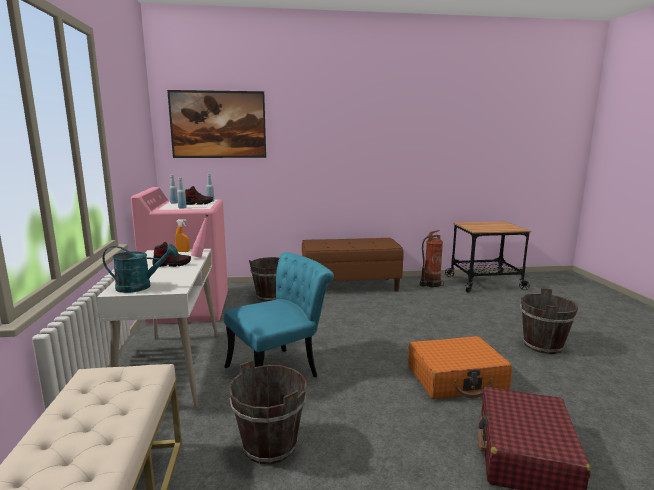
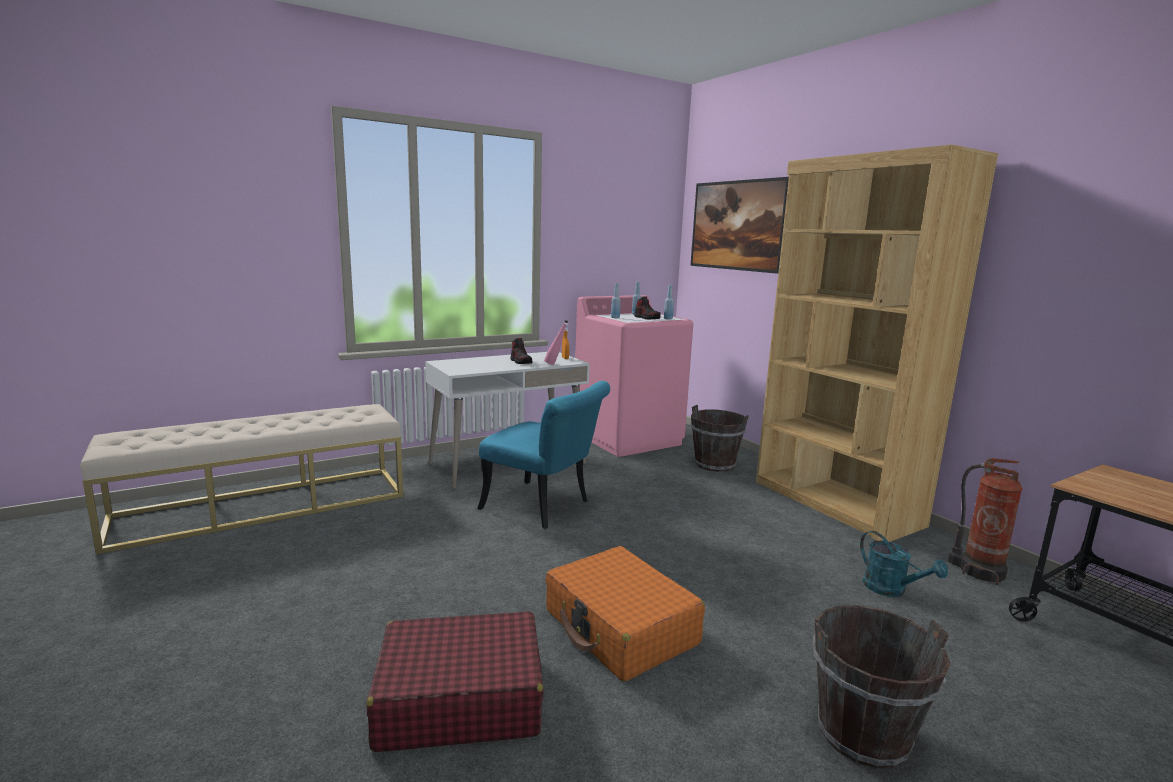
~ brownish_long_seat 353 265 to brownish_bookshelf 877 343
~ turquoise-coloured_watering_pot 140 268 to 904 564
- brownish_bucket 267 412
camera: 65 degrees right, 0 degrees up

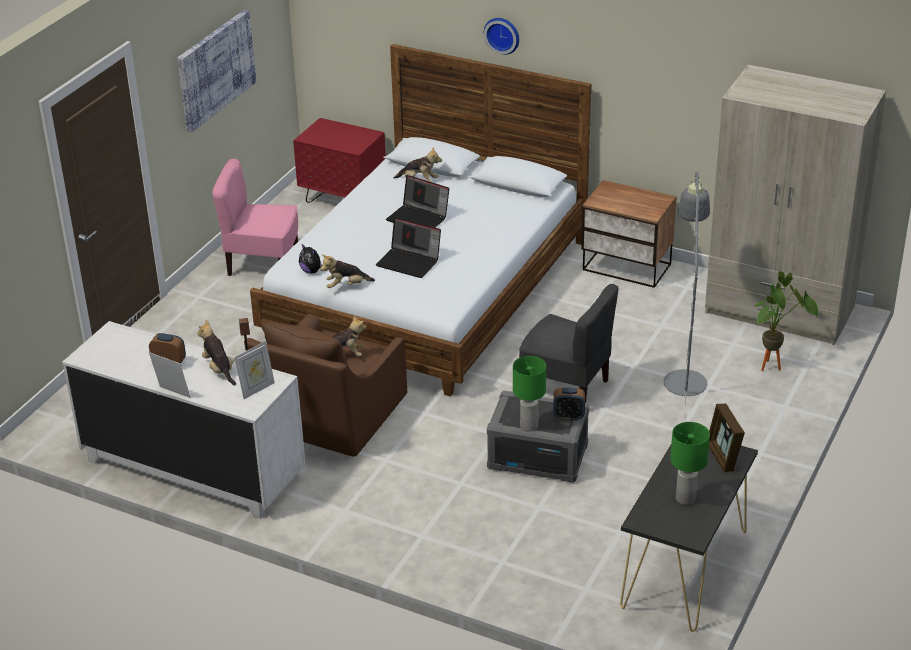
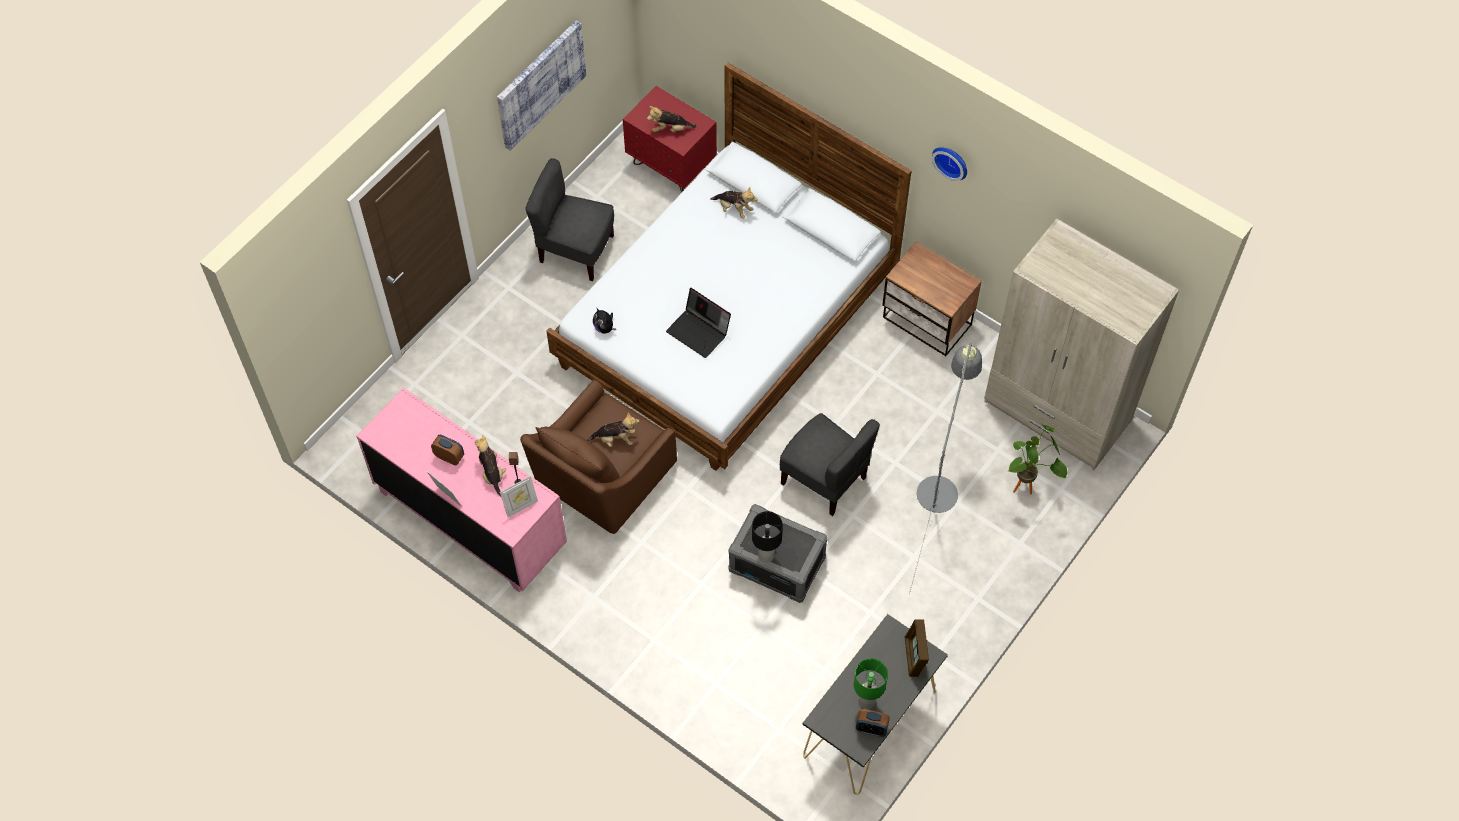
~ wall_clock 501 36 to 949 164
~ pink-coloured_upright_chair 255 217 to gray_upright_chair 569 219
- notebook_computer 417 201
~ plush_toy 347 271 to 672 119
~ white_chest_of_drawers 184 420 to pink-coloured_chest_of_drawers 461 490
~ green_lamp_for_a_table 529 393 to black_lamp_for_a_table 767 537
~ table_clock 569 404 to 873 723
camera: 10 degrees right, 25 degrees up

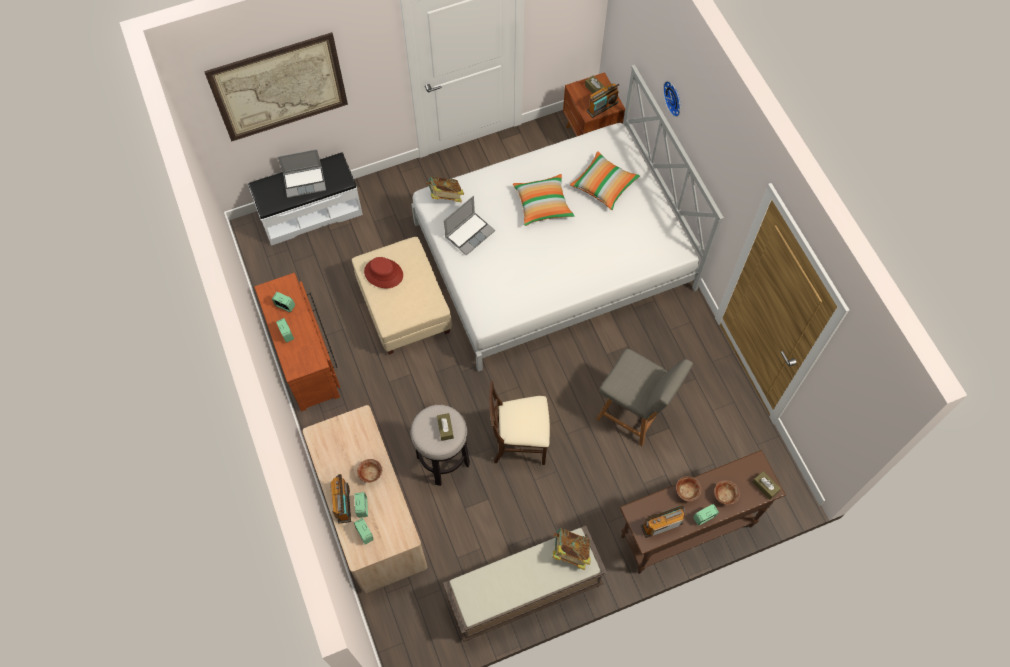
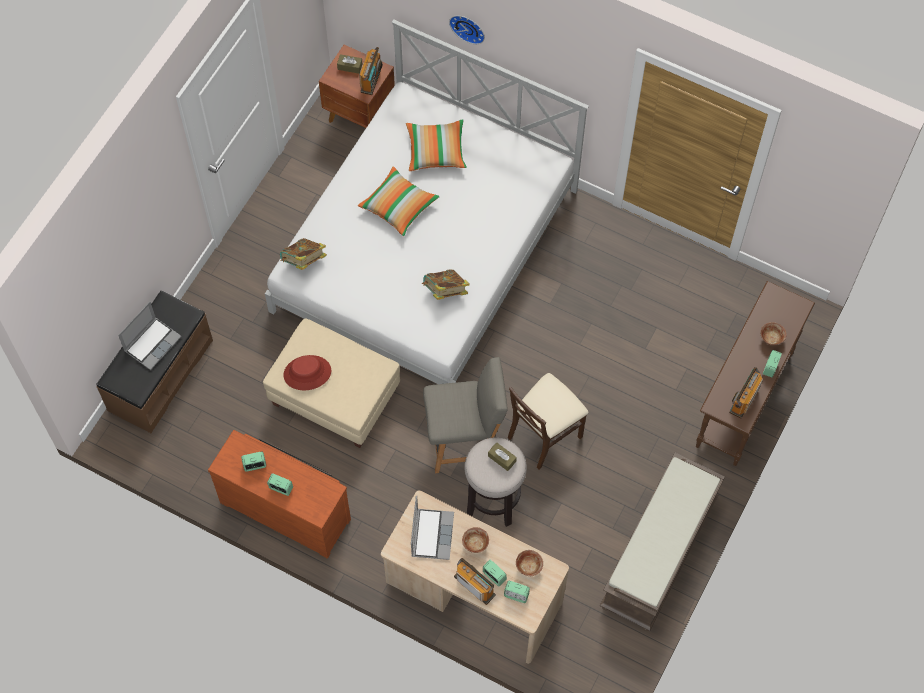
- picture 276 87
~ white_long_seat 305 199 to brownish_long_seat 154 362
~ notebook_computer 469 225 to 432 527
~ gray_upright_chair 644 397 to 465 415
- brownish_tissue_holder 766 485
~ serving_bowl 688 488 to 529 563
~ volume 572 549 to 446 284
camera: 40 degrees left, 0 degrees up

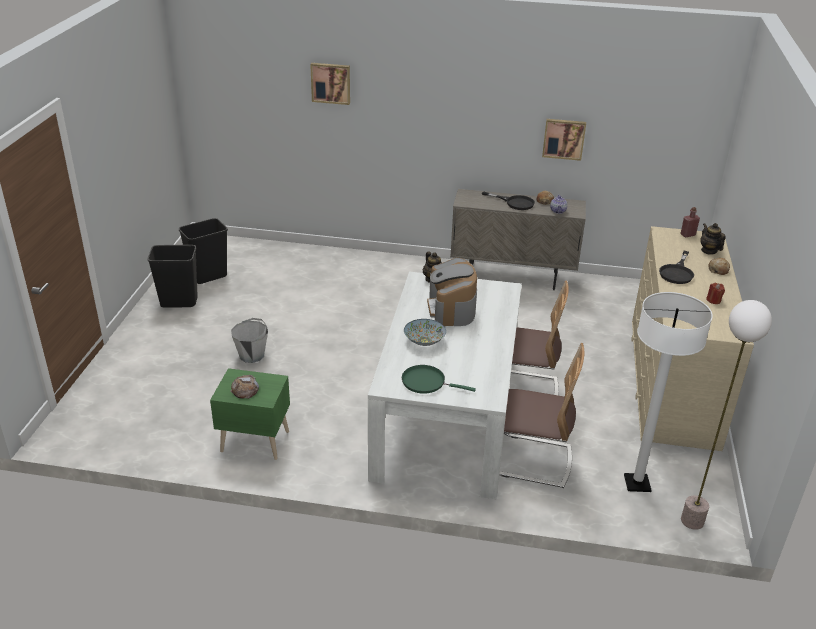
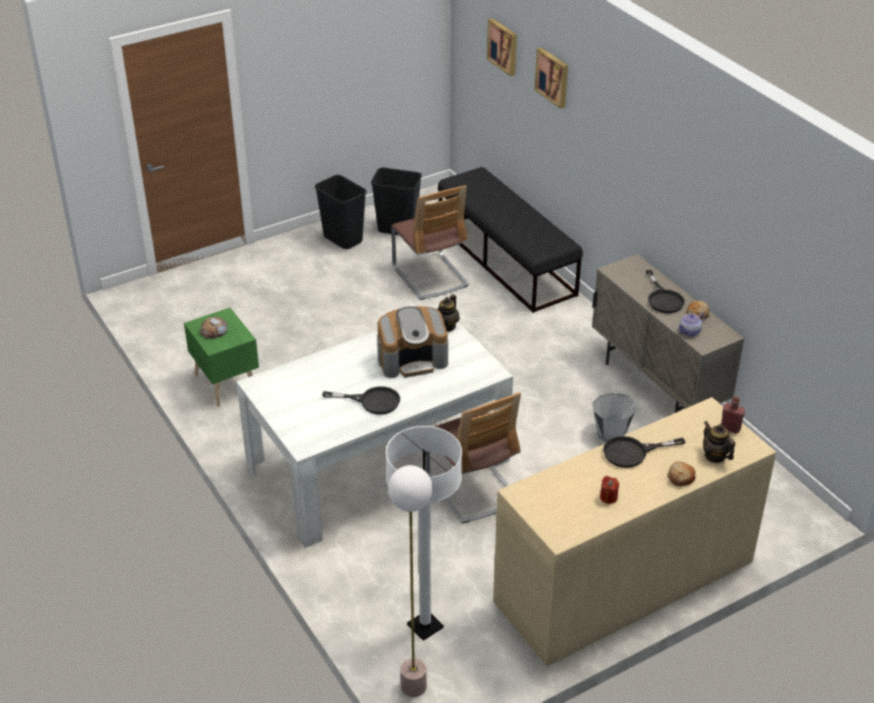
~ picture 564 140 to 502 47
~ teapot 713 239 = 719 442 60 degrees counterclockwise
~ coffee_machine 452 292 = 412 342 150 degrees counterclockwise
~ gray_bucket 249 340 to 614 417
- serving_bowl 425 332
~ upright_chair 541 415 to 430 242
- green_frying_pan 439 379
+ black_long_seat 510 240
+ black_frying_pan 361 400
camera: 50 degrees right, 5 degrees up

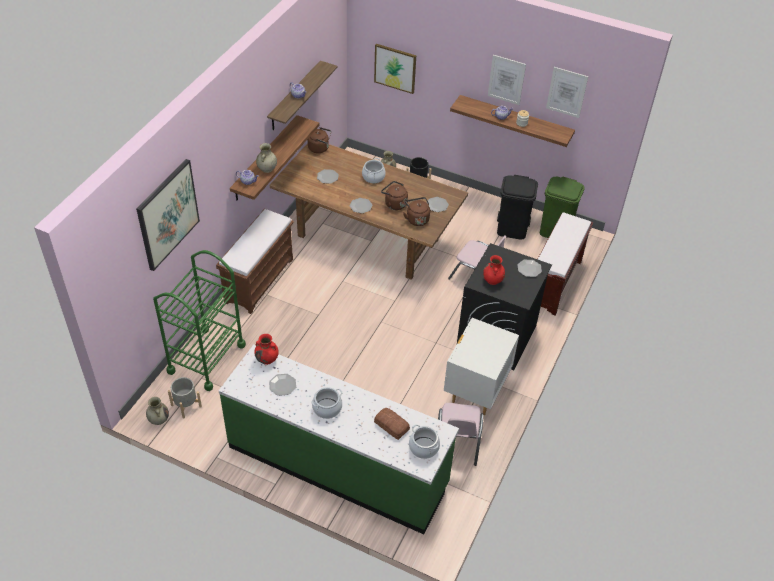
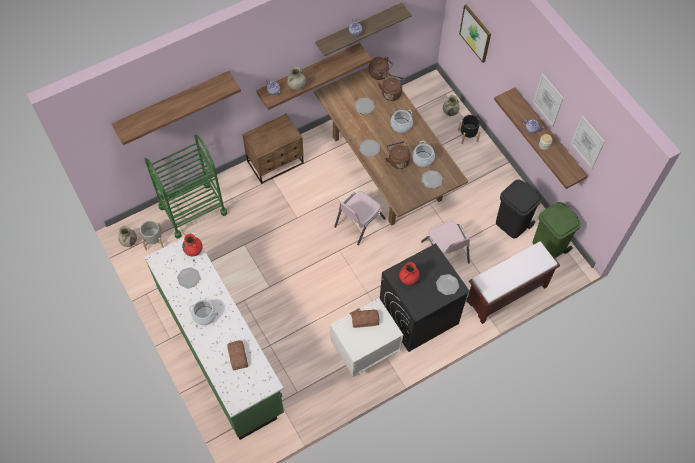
~ picture 168 215 to bracket_shelf 176 108
~ brownish_water_kettle 416 211 to 391 87
~ brownish_long_seat 255 261 to brownish_nightstand 273 149
~ pink-coloured_upright_chair 461 434 to 360 218
~ saucepot 424 441 to 423 154
+ baked_bread 365 319
camera: 35 degrees right, 15 degrees up

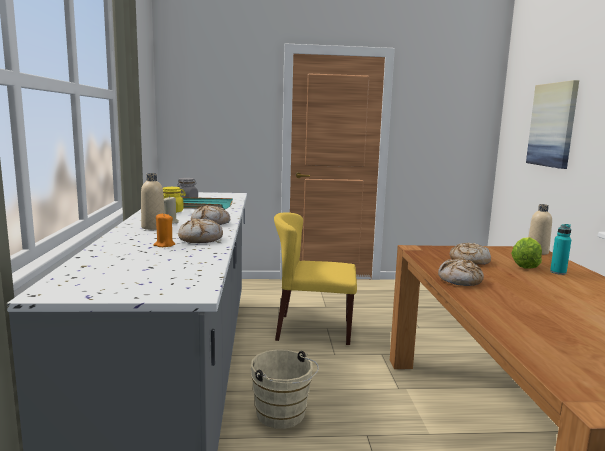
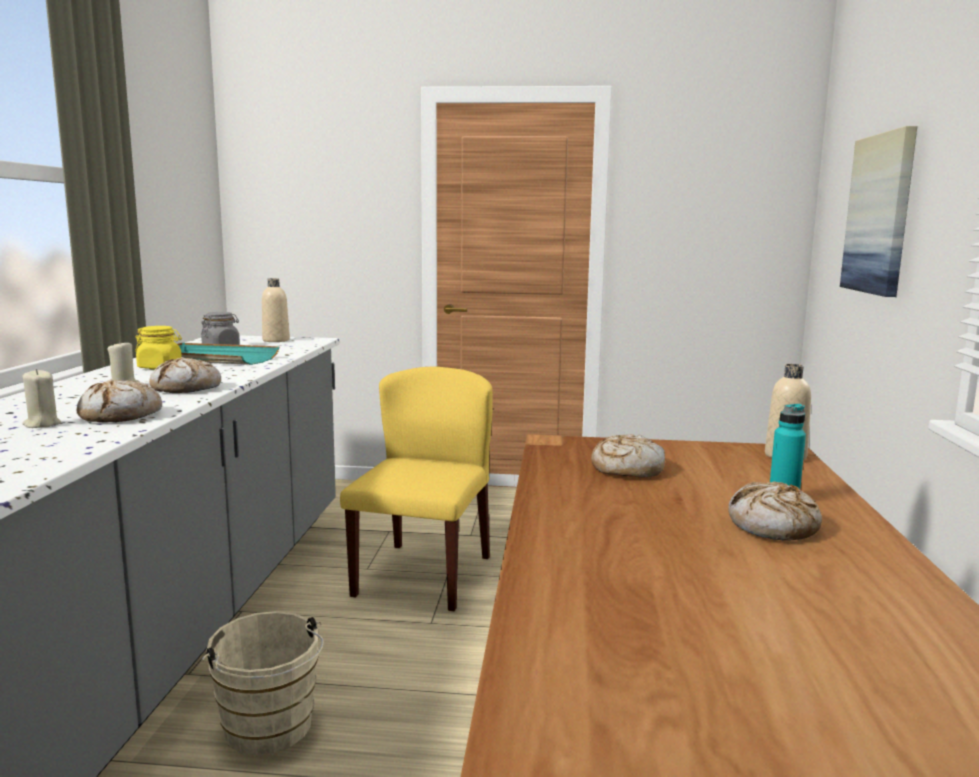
~ sand-coloured_bottle 153 201 to 276 310
~ yellowish_upright_chair 315 278 = 416 489 90 degrees clockwise
~ orange_wax_light 164 230 to sand-coloured_wax_light 41 398
- lettuce 526 253
~ baked_bread 461 272 to 775 511
camera: 10 degrees right, 0 degrees up

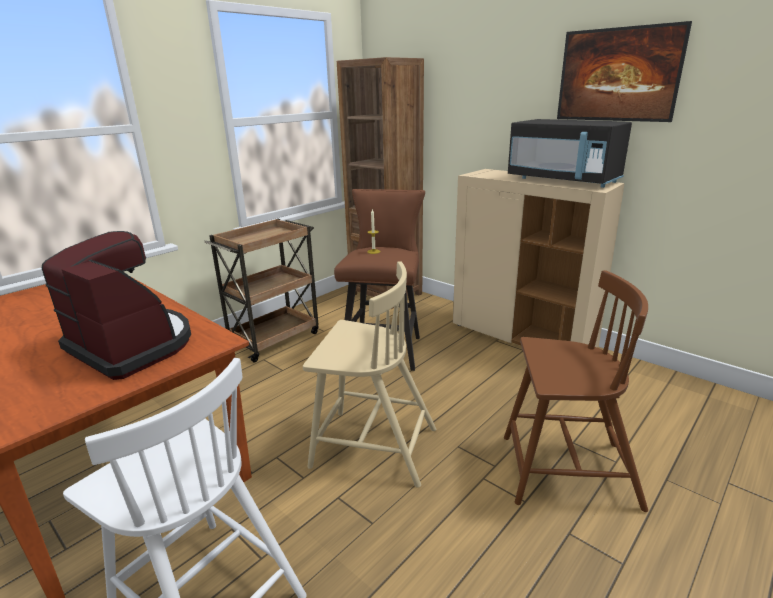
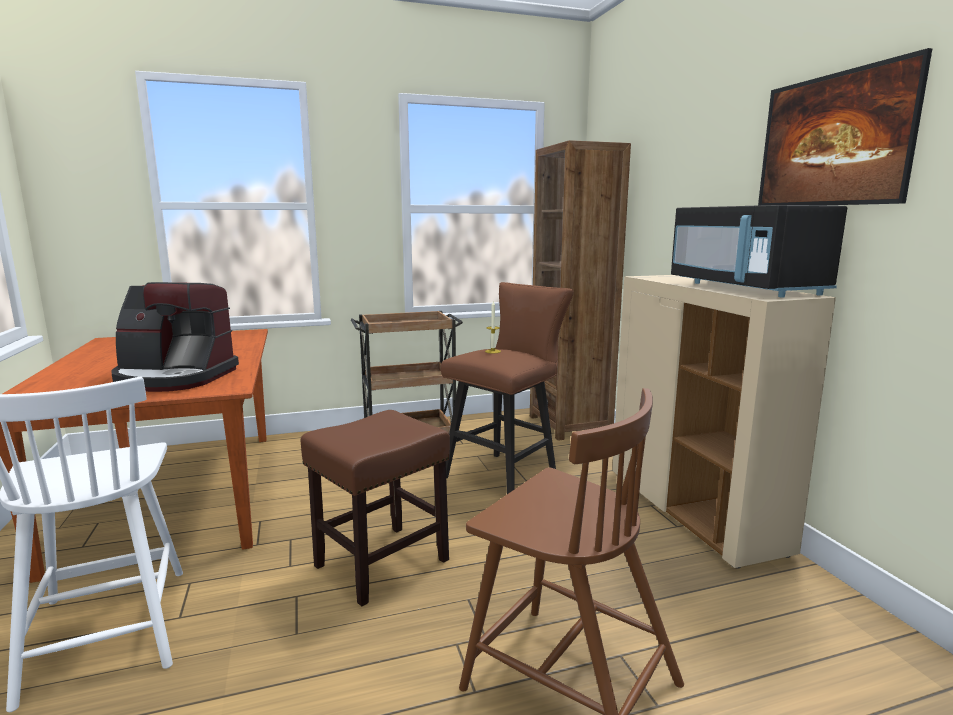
~ coffee_machine 116 305 = 175 337 120 degrees clockwise
~ sand-coloured_upright_chair 369 374 to brownish_stool_seat 375 508
camera: 30 degrees right, 10 degrees down

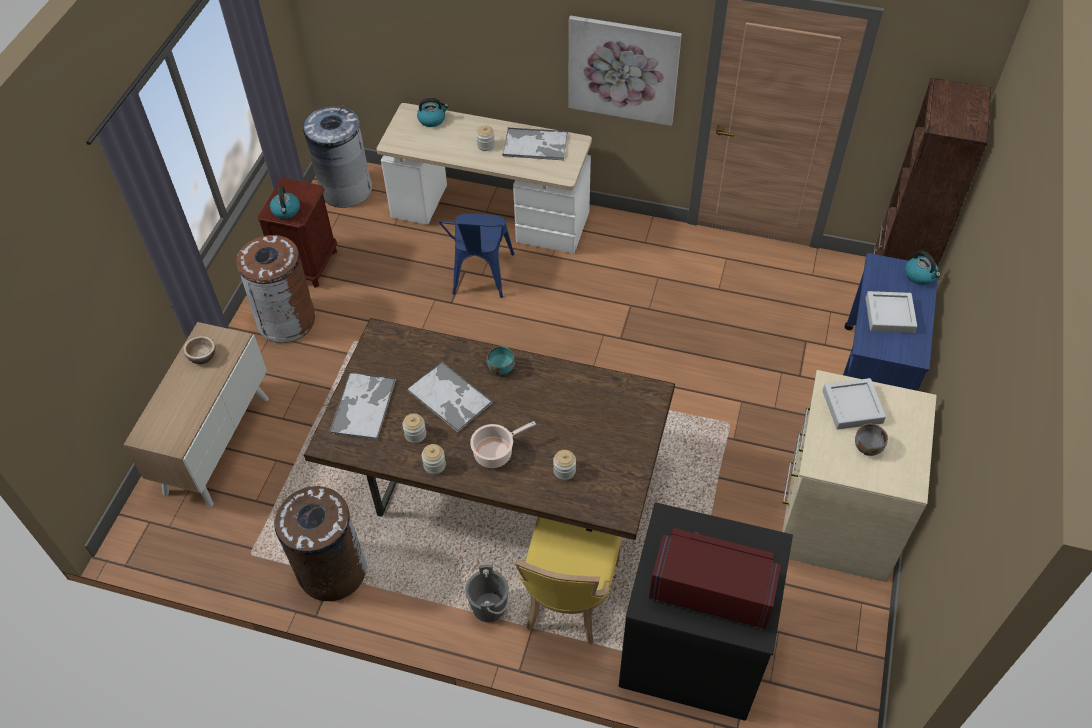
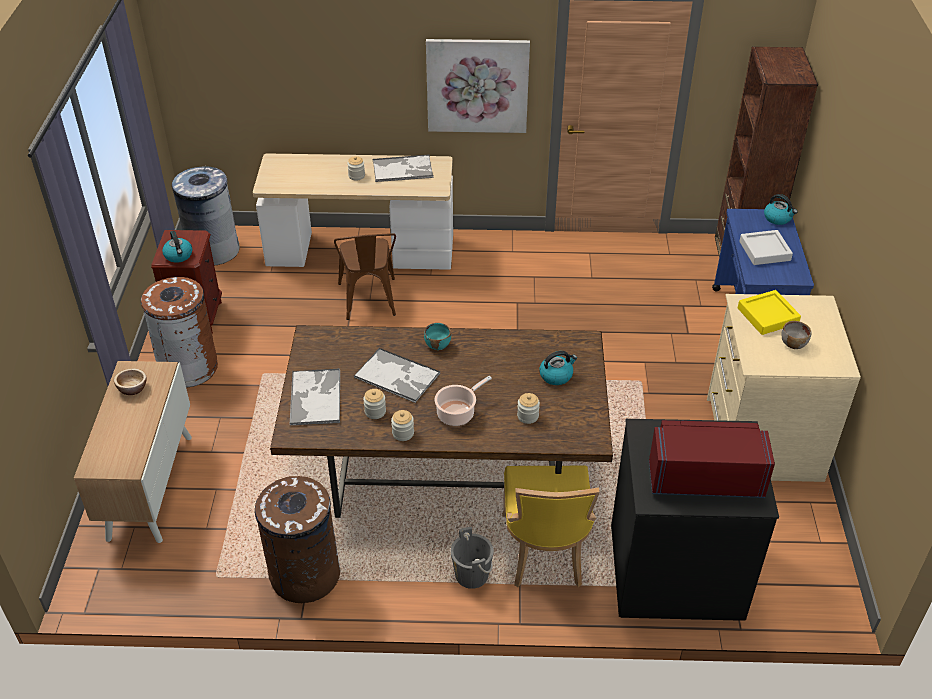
~ water_kettle 433 112 to 558 368
~ bluish_upright_chair 476 256 to brownish_upright_chair 365 276
~ gray_serving_tray 854 404 to yellowish_serving_tray 769 312
camera: 15 degrees left, 10 degrees down

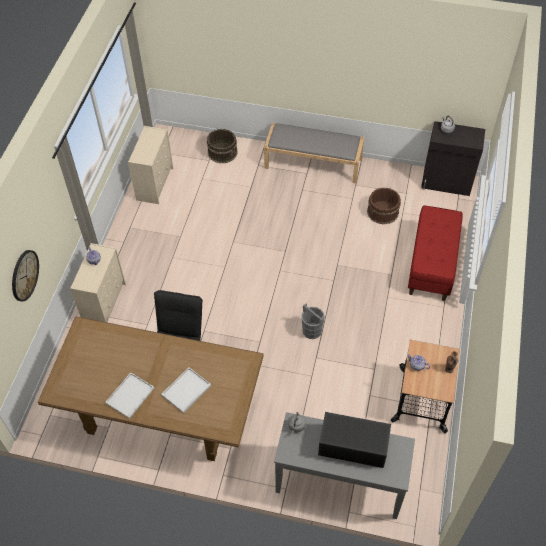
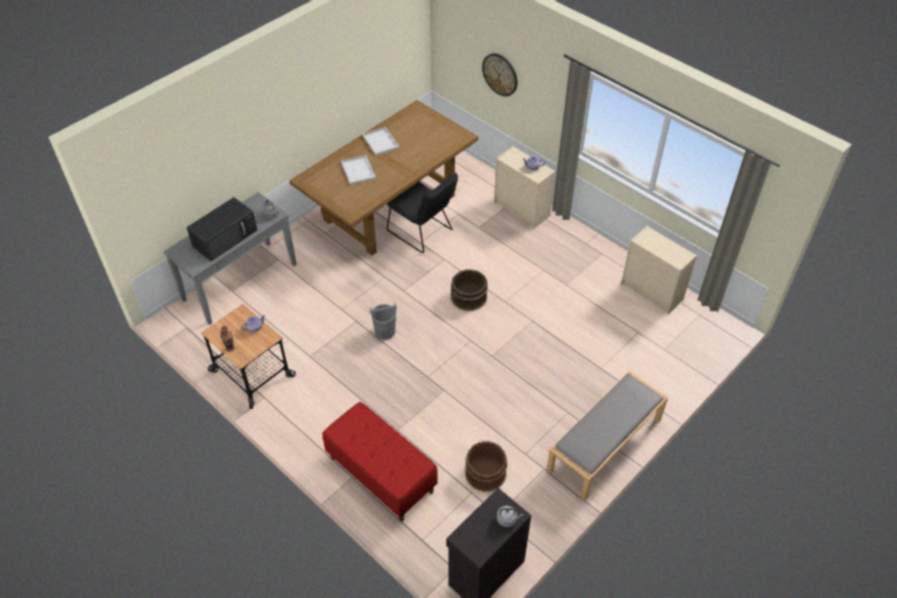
~ brownish_bucket 222 146 to 469 290
camera: 120 degrees right, 5 degrees down

